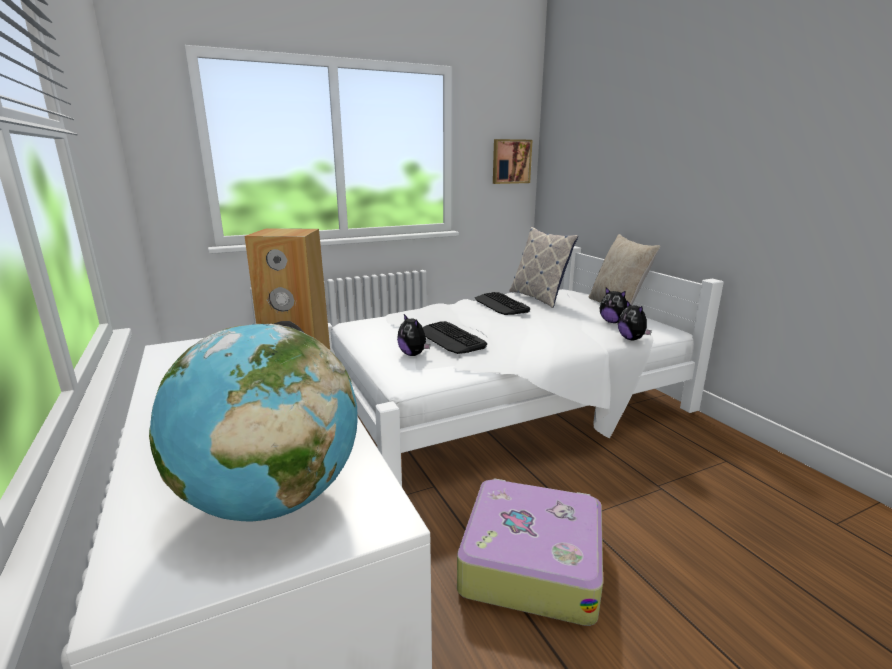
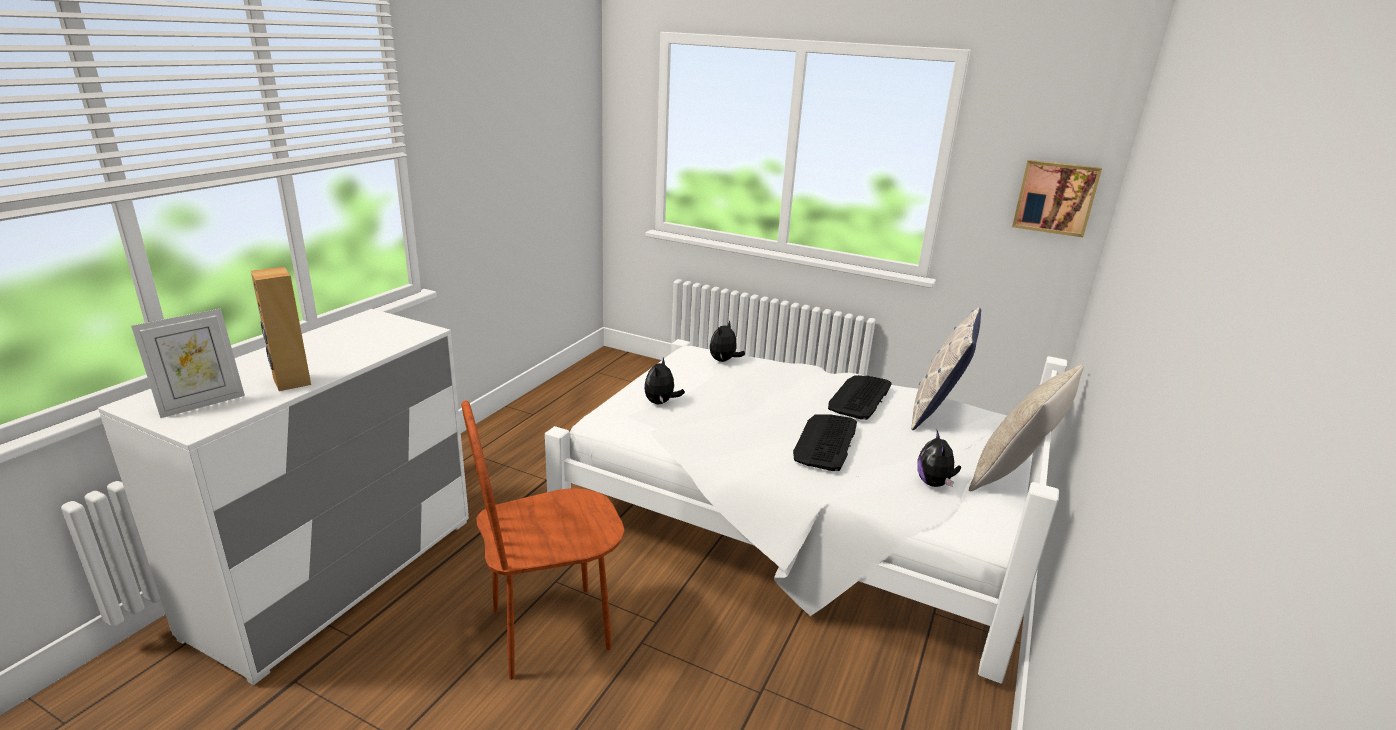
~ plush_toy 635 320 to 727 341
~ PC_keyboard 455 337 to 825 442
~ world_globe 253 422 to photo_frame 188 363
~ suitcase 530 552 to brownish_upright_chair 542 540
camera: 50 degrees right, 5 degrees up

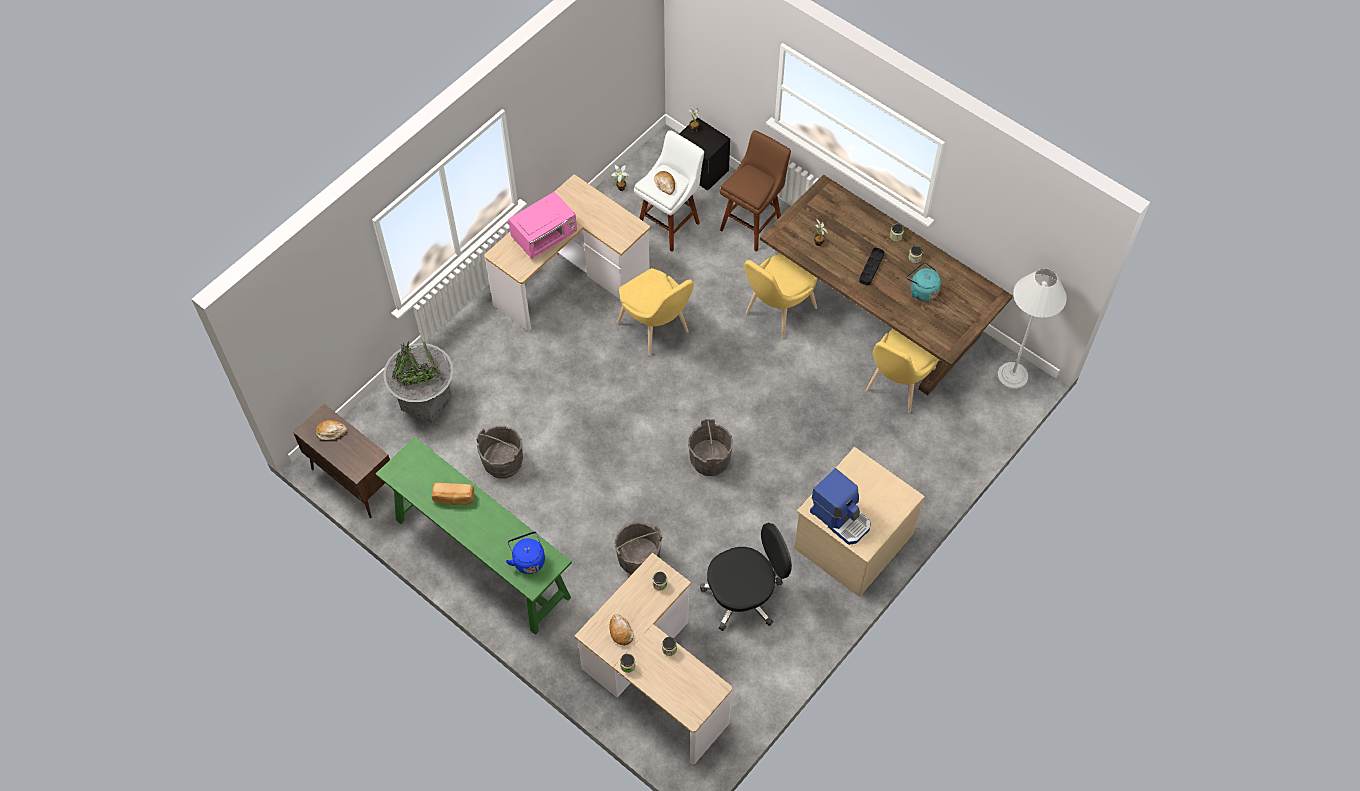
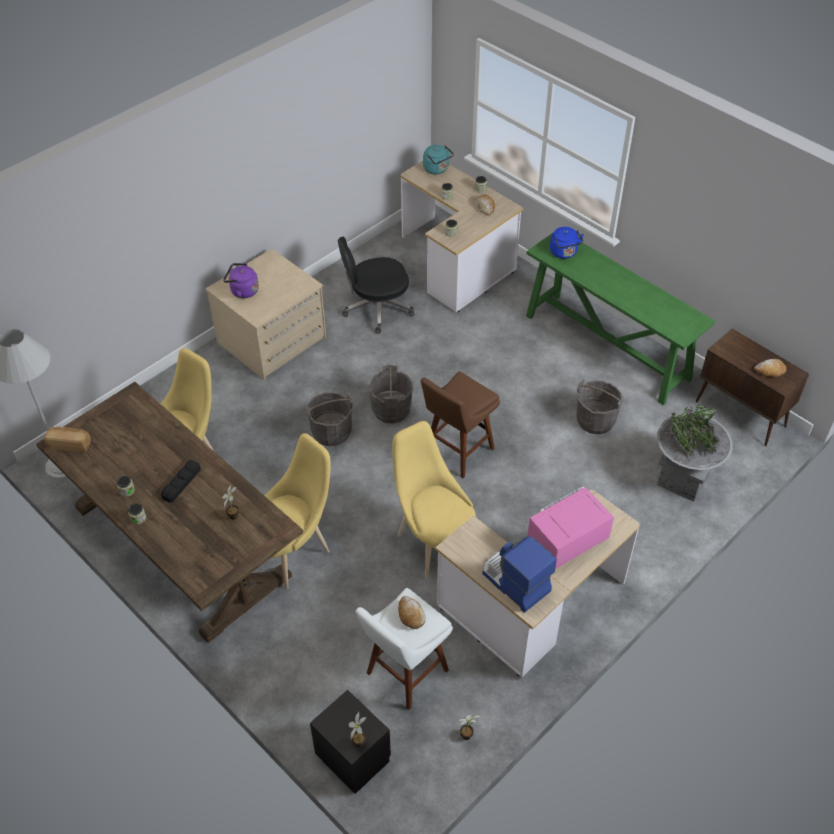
~ brownish_stool_seat 755 191 to 460 424
~ turquoise-coloured_water_kettle 924 281 to 438 159
~ coffee_machine 840 506 to 520 574
~ baked_bread 453 494 to 67 440
~ gray_bucket 638 548 to 329 419
+ purple-coloured_water_kettle 241 280
camera: 175 degrees left, 10 degrees down

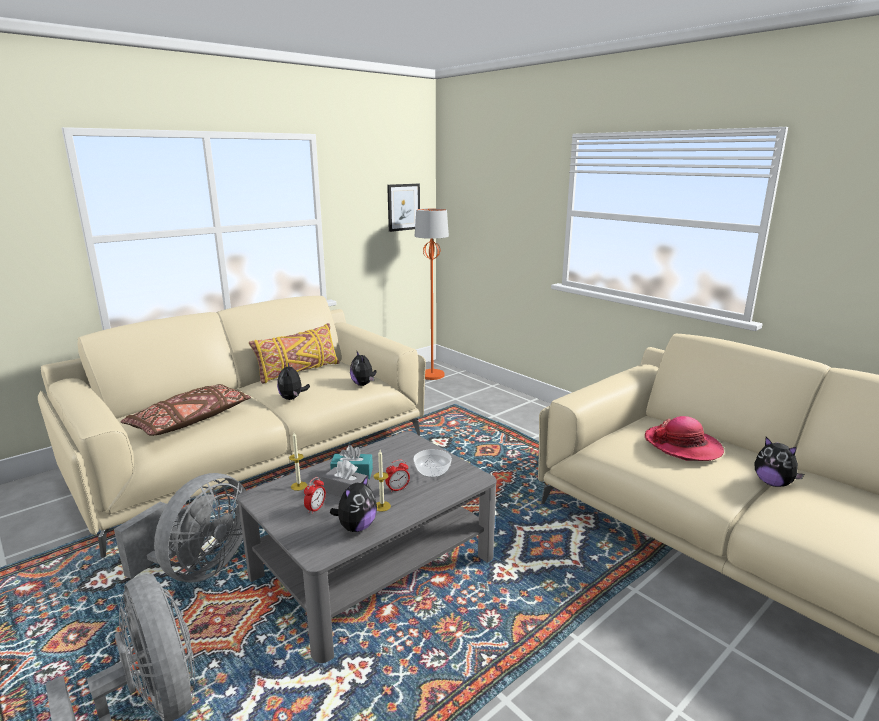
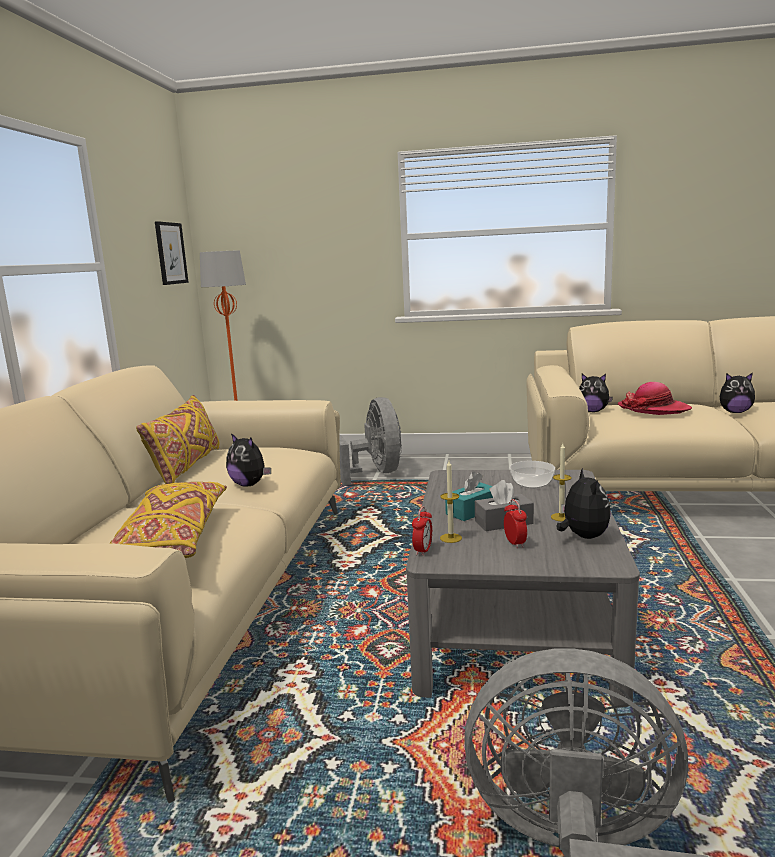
~ plush_toy 363 368 to 596 393
~ brownish_throw_pillow 185 410 to yellowish_throw_pillow 168 520
~ table_clock 397 476 to 422 531
~ gray_cooling_fan 180 527 to 370 441
camera: 40 degrees left, 5 degrees down

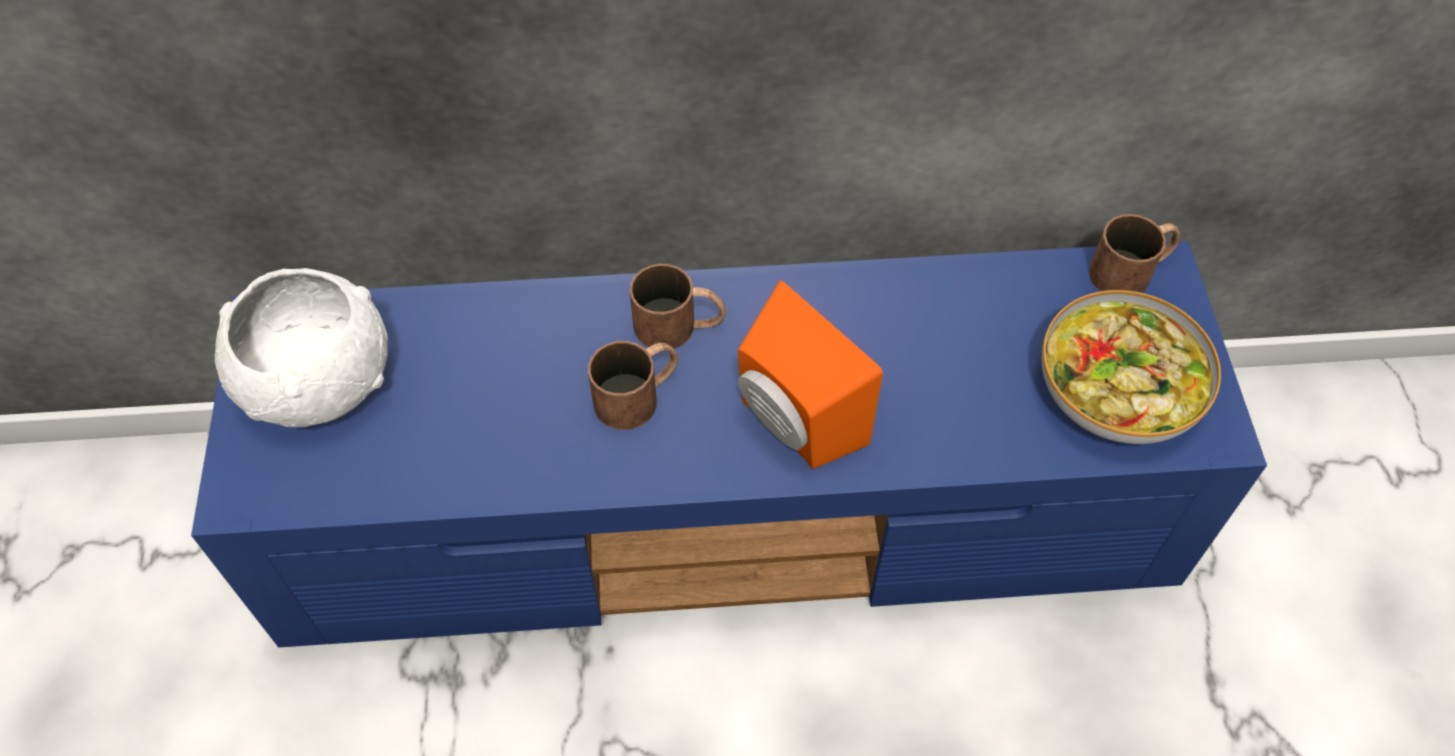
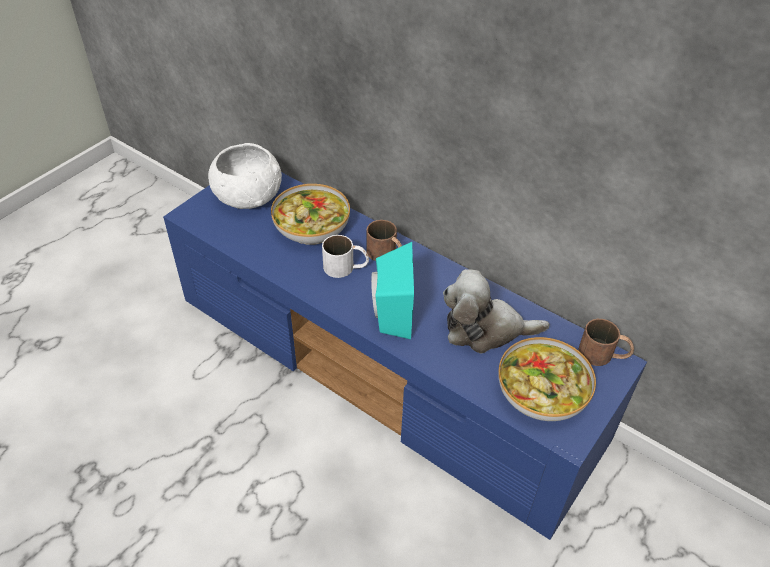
~ orange_loudspeaker 810 374 to turquoise-coloured_loudspeaker 392 290
~ brownish_coffee_mug 633 385 to white_coffee_mug 345 256
+ serving_bowl 310 214
+ plush_toy 496 311
camera: 40 degrees right, 10 degrees down

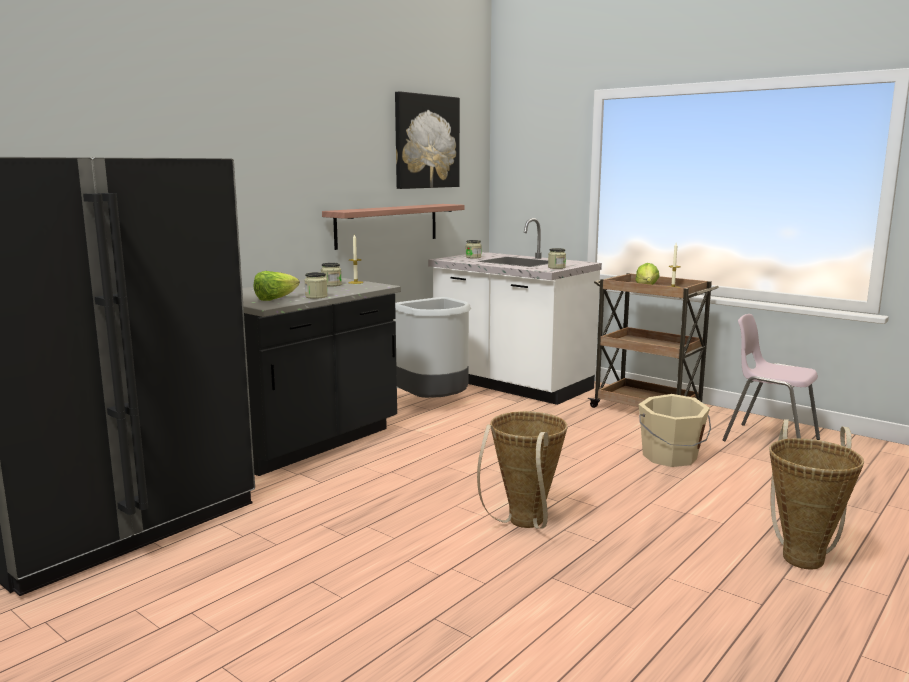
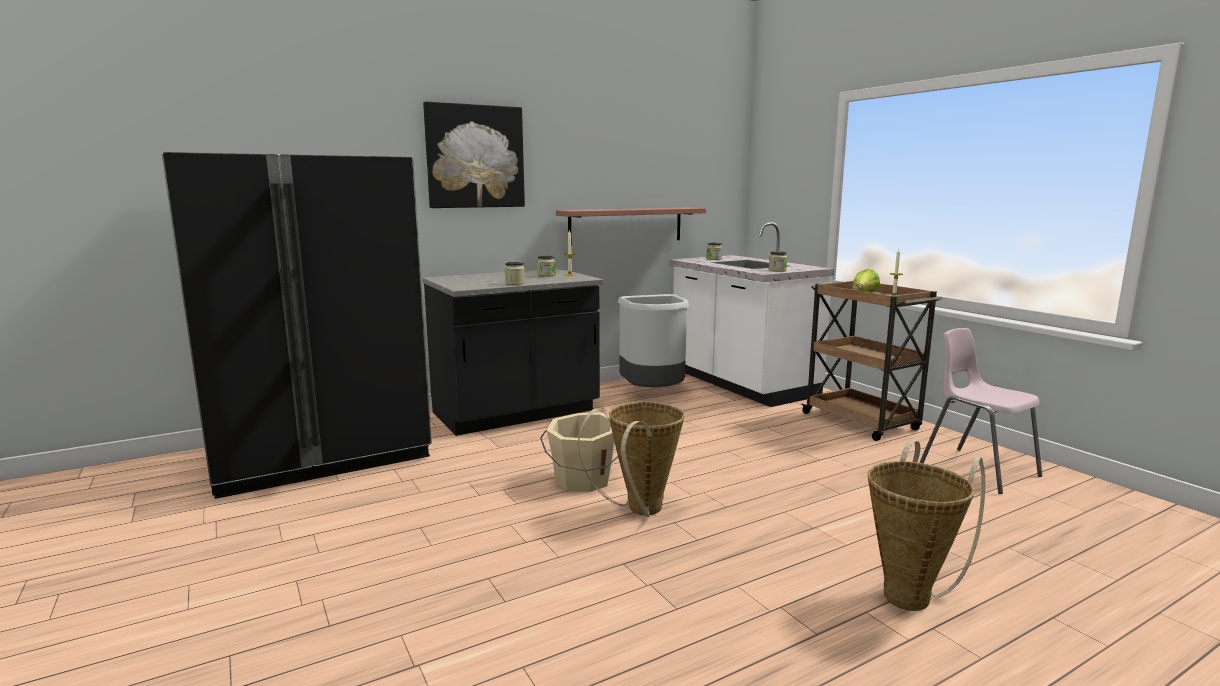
~ picture 427 140 to 474 155
- lettuce 277 286
~ sand-coloured_bucket 674 430 to 579 452
camera: 20 degrees right, 0 degrees up

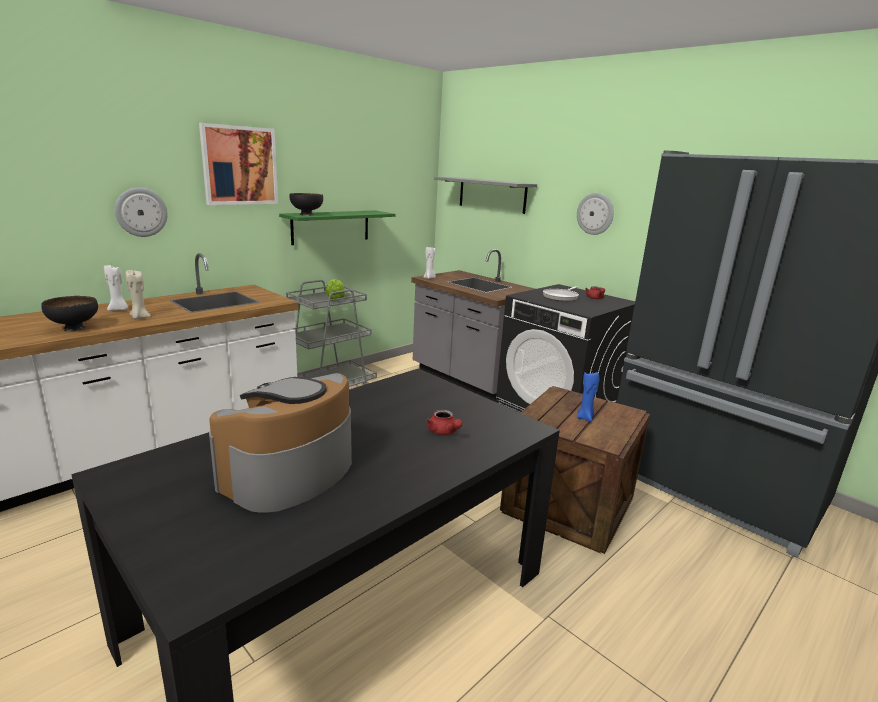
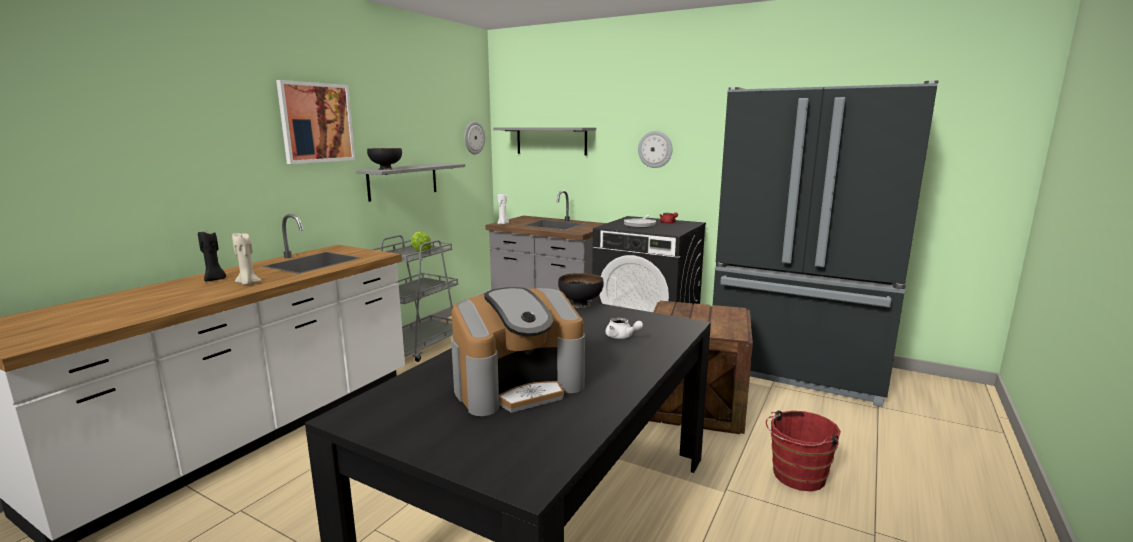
~ wall_clock 141 212 to 474 138
~ green_bracket_shelf 337 227 to gray_bracket_shelf 410 182
~ white_wax_light 116 287 to black_wax_light 212 256
~ black_serving_bowl 69 313 to 581 290
- bluish_wax_light 588 396
~ coffee_machine 280 443 = 518 351 135 degrees counterclockwise
~ red-coloured_teapot 444 422 to white_teapot 624 328
+ red-coloured_bucket 803 450
camera: 15 degrees left, 5 degrees down

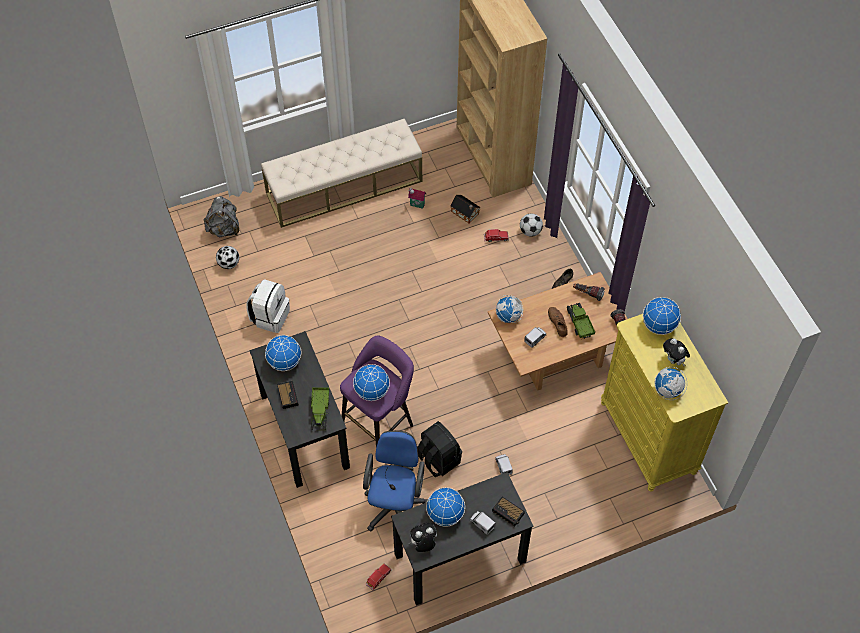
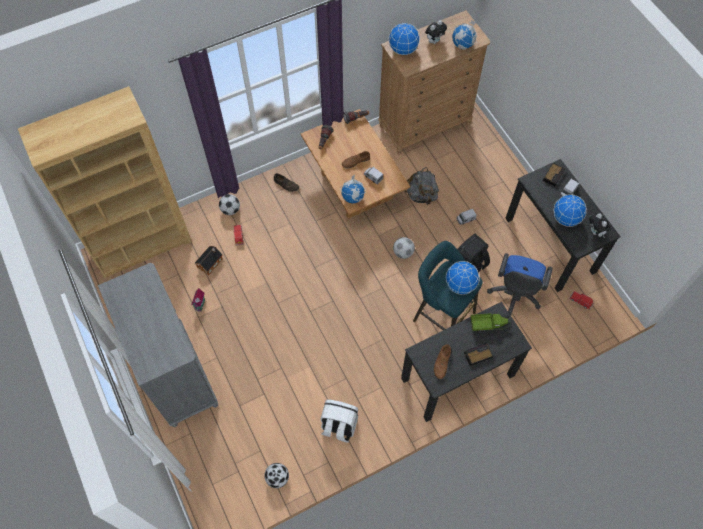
~ sand-coloured_long_seat 341 173 to gray_chest_of_drawers 158 345
~ gray_backpack 221 217 to 422 186
- toy_lorry 581 321
~ yellowish_chest_of_drawers 664 402 to brownish_chest_of_drawers 434 82
~ world_globe 283 353 to brownish_item_of_footwear 442 361
~ purple-coloured_stool_seat 377 391 to turquoise-coloured_stool_seat 447 285
~ bluish_computer_chair 395 480 = 519 284 75 degrees counterclockwise
+ football 404 248
camera: 95 degrees left, 5 degrees up

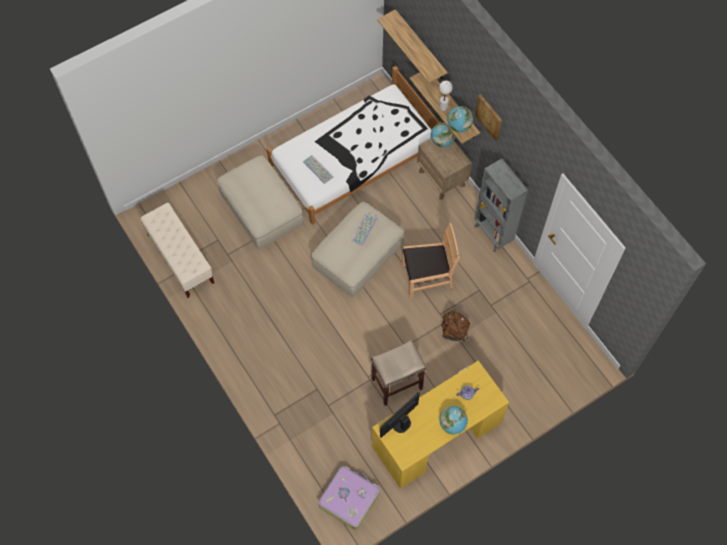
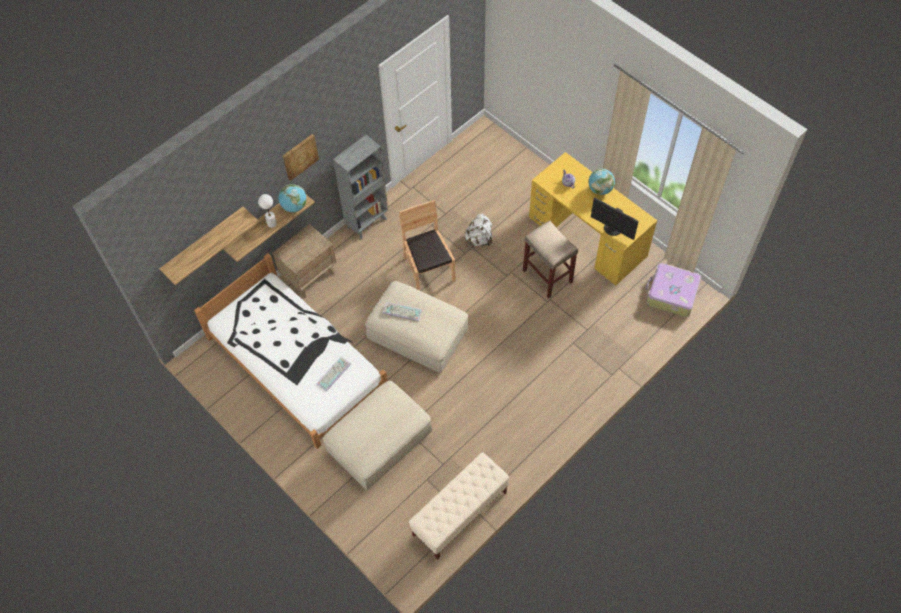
- world_globe 443 135
~ brownish_backpack 455 325 to white_backpack 478 229
camera: 100 degrees left, 5 degrees down

